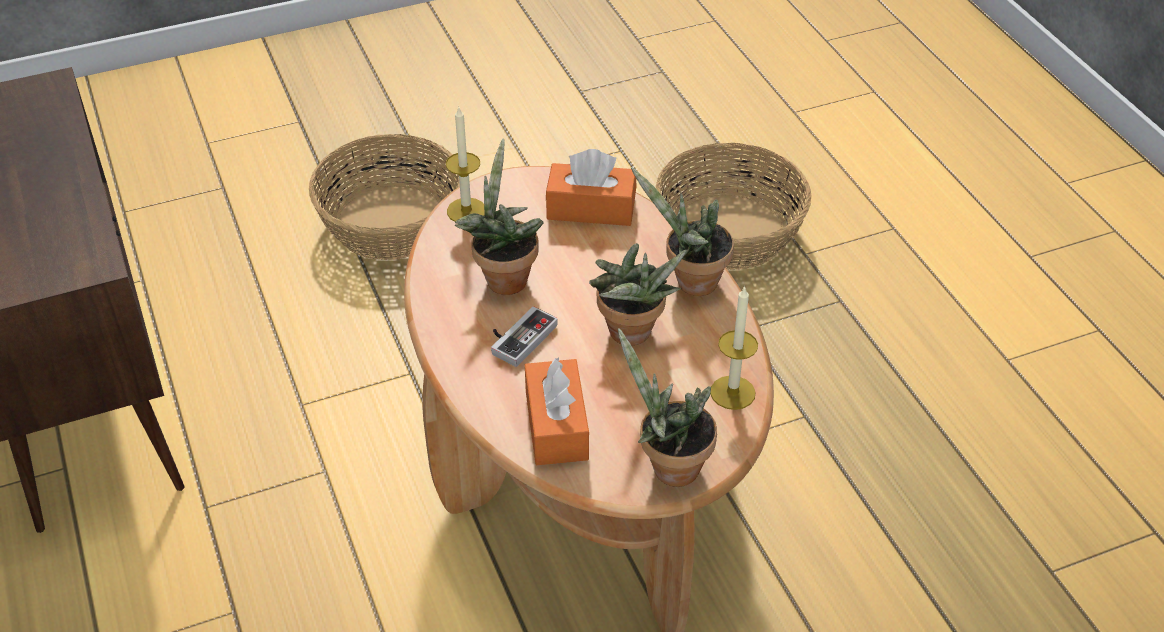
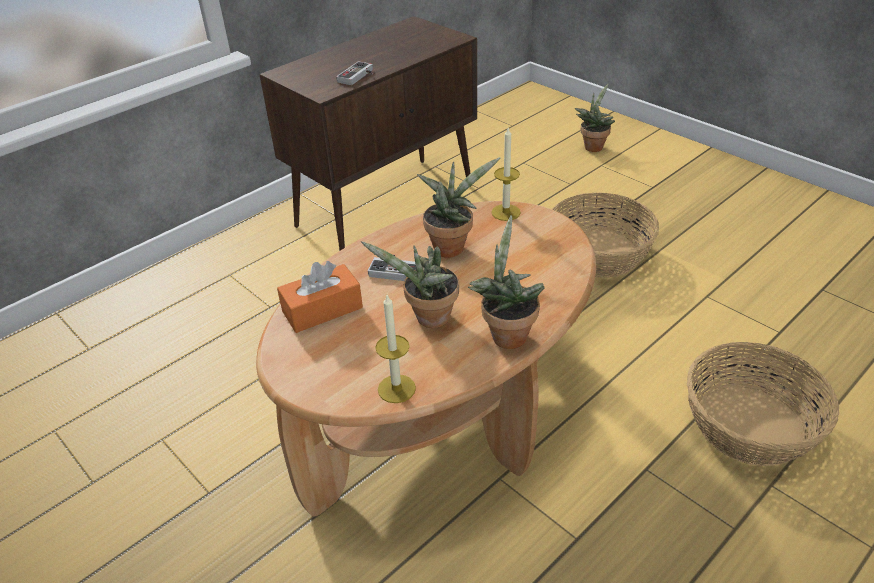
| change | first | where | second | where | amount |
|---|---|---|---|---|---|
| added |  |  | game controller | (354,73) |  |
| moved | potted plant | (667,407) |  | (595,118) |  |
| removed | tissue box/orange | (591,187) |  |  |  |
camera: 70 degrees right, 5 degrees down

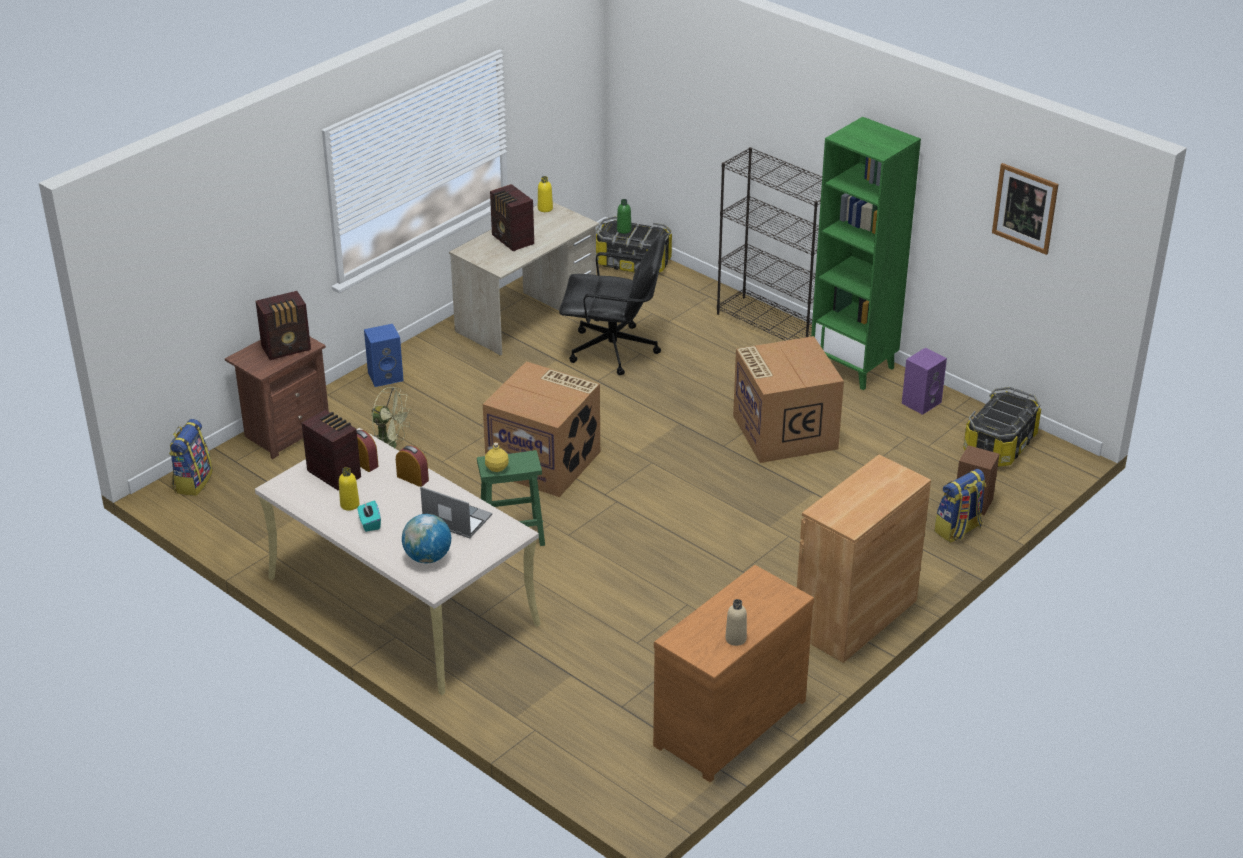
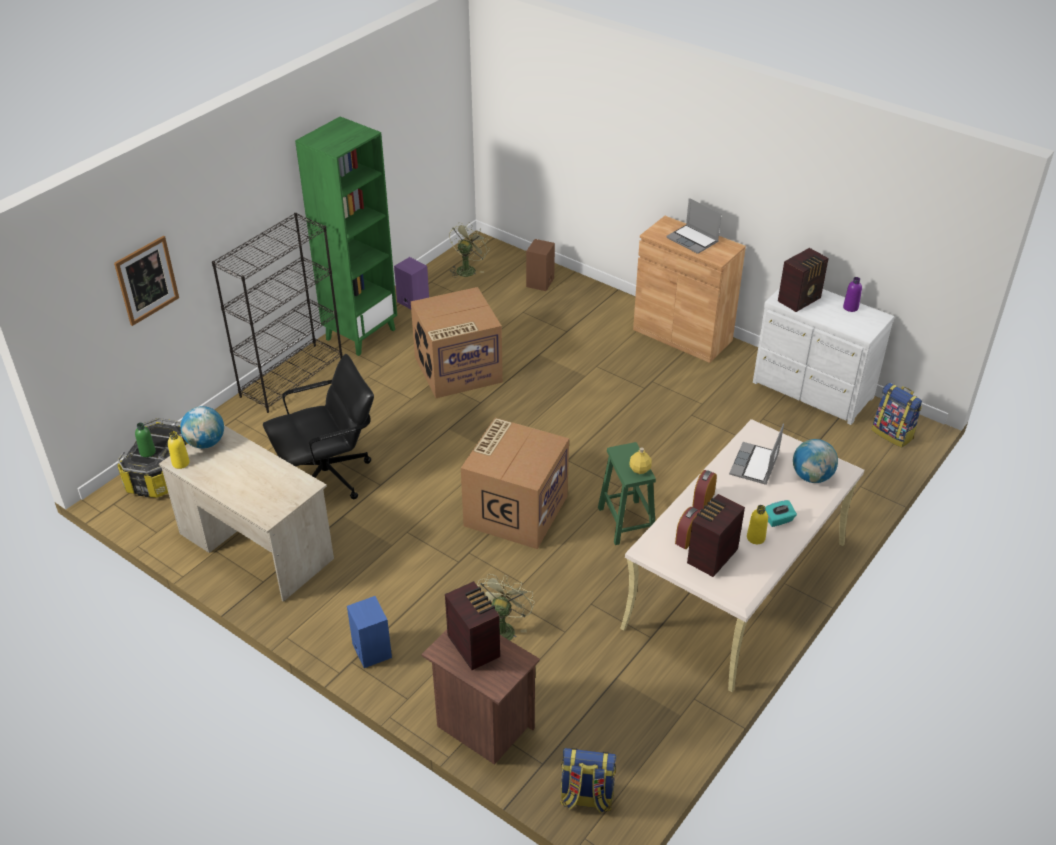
| change | first | where | second | where | amount |
|---|---|---|---|---|---|
| moved | picture | (1025,209) |  | (146,281) |  |
| added |  |  | globe | (202,427) |  |
| turned | office chair/black | (612,305) |  | (318,426) | 60 degrees clockwise |
| replaced | storage box | (1002,427) | fan/green | (469,250) |  |
| added |  |  | laptop | (694,226) |  |
| recoloured | dresser/brown | (733,674) | dresser/white | (823,356) |  |
| moved | radio | (512,217) |  | (803,280) |  |
| recoloured | bottle/beige | (736,622) | bottle/purple | (852,294) |  |
| moved | backpack | (960,506) |  | (897,415) |  |
camera: 95 degrees left, 5 degrees up

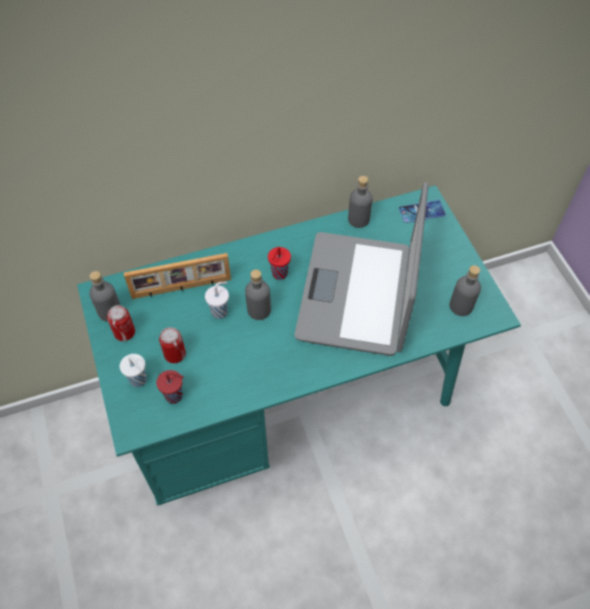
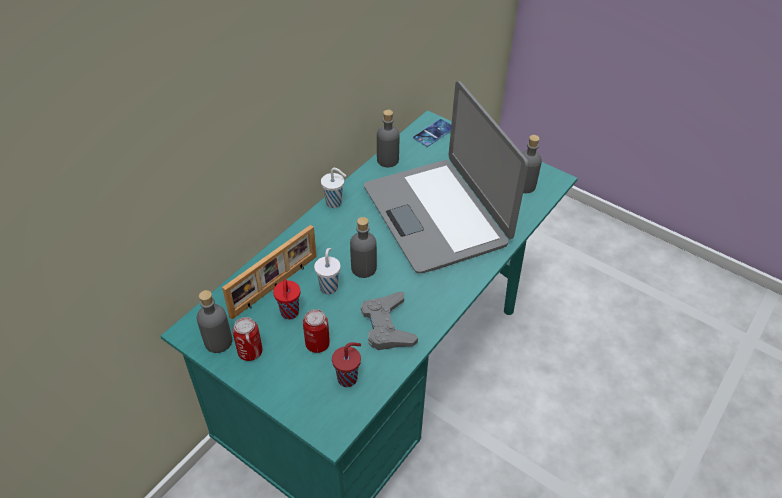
| change | first | where | second | where | amount |
|---|---|---|---|---|---|
| moved | cup/red | (279,263) |  | (286,299) |  |
| moved | cup/white | (133,370) |  | (333,188) |  |
| added |  |  | game controller/grey | (389,321) |  |
camera: 35 degrees left, 10 degrees down

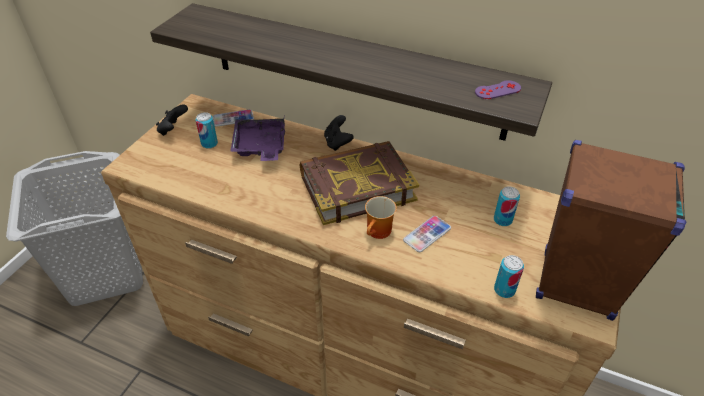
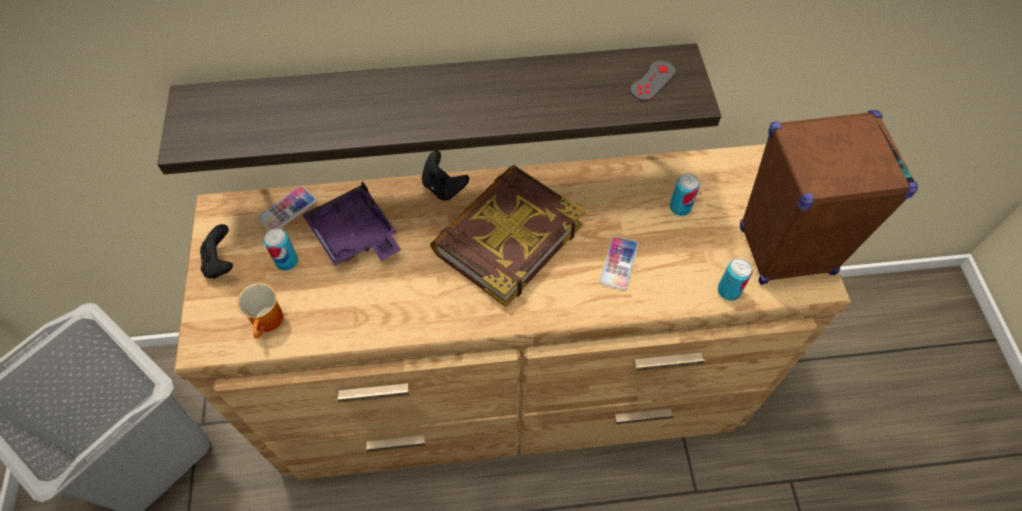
| change | first | where | second | where | amount |
|---|---|---|---|---|---|
| moved | mug | (381,217) |  | (260,310) |  |
| recoloured | game controller/purple | (498,89) | game controller/grey | (653,81) |  |
camera: 30 degrees left, 15 degrees up

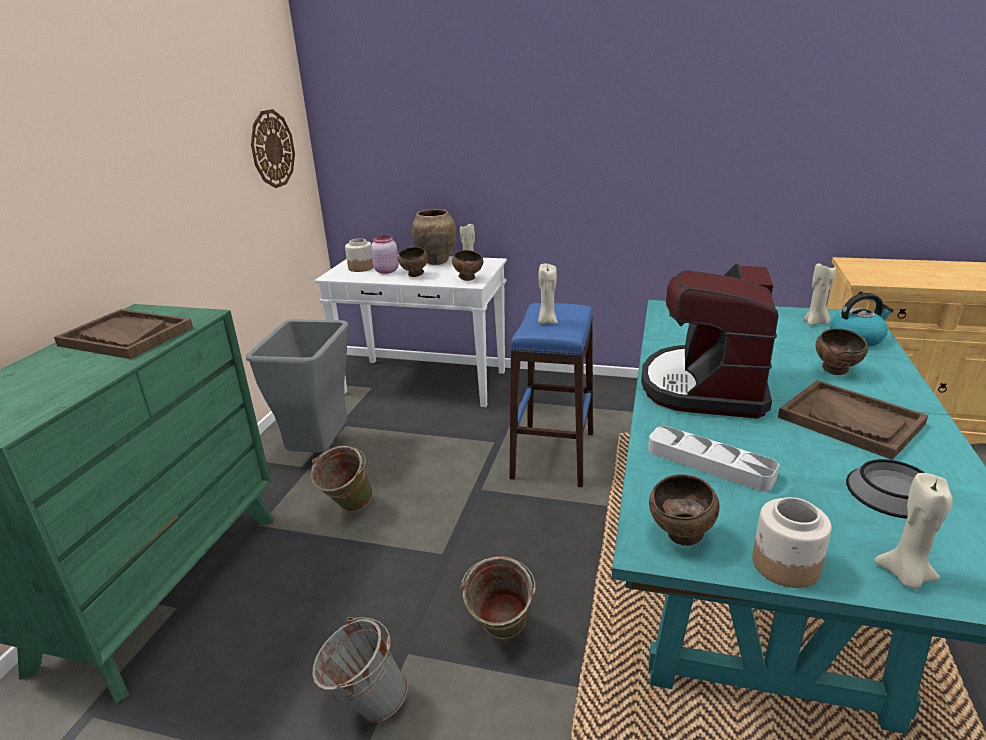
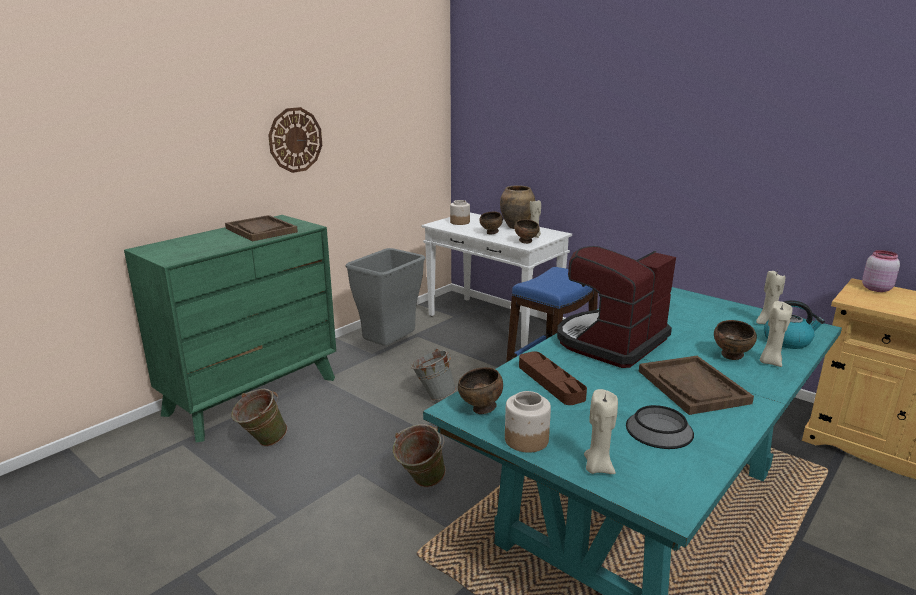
| change | first | where | second | where | amount |
|---|---|---|---|---|---|
| moved | bucket/green | (342,479) |  | (259,417) |  |
| moved | wall clock | (273,148) |  | (295,140) |  |
| moved | bucket/grey | (360,670) |  | (433,374) |  |
| recoloured | tray/grey | (713,459) | tray/brown | (553,378) |  |
| moved | candle/beige | (548,294) |  | (776,334) |  |
| moved | jar/pink | (385,254) |  | (881,271) |  |
camera: 25 degrees right, 5 degrees down

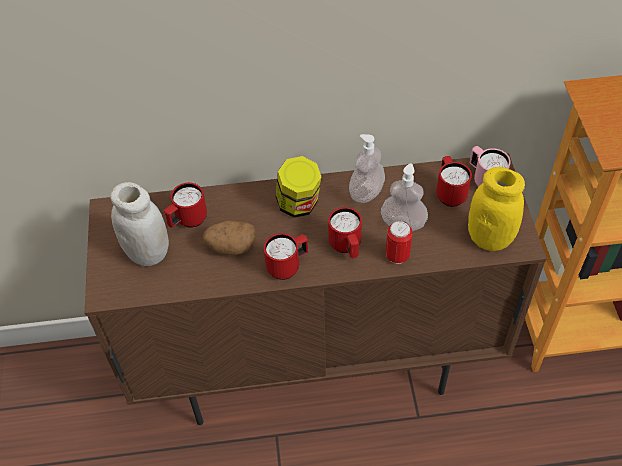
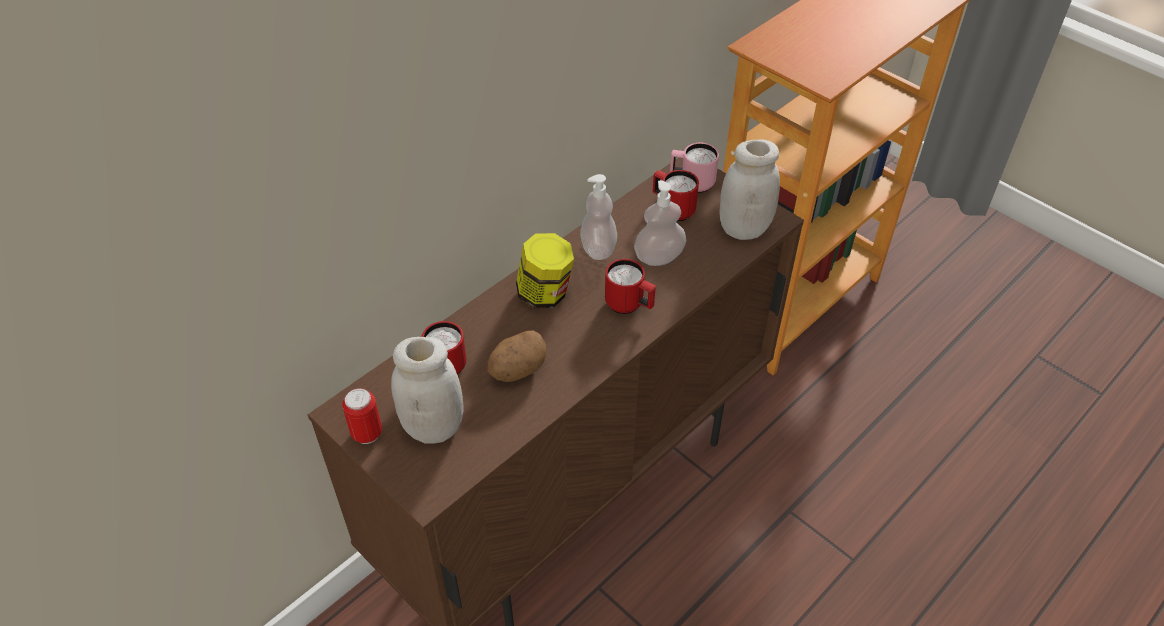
| change | first | where | second | where | amount |
|---|---|---|---|---|---|
| moved | can | (399,242) |  | (362,416) |  |
| recoloured | jar/yellow | (496,209) | jar/white | (749,189) |  |
| removed | mug/red | (286,256) |  |  |  |
camera: 40 degrees left, 5 degrees down

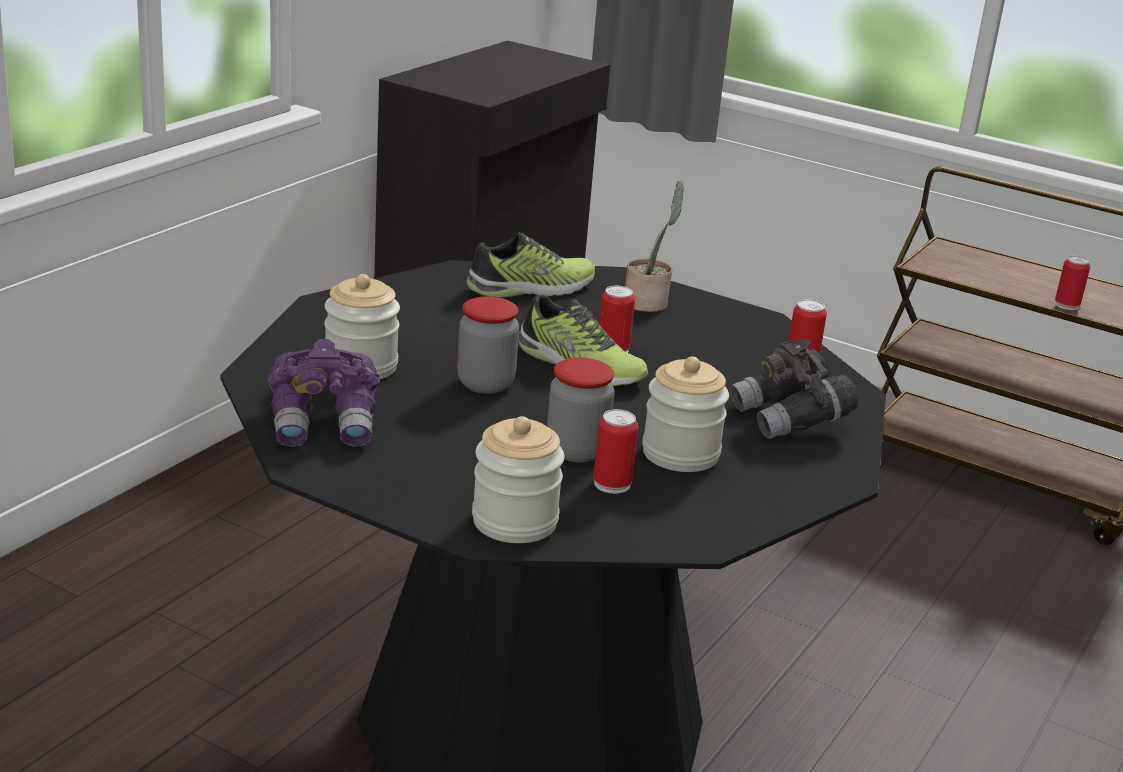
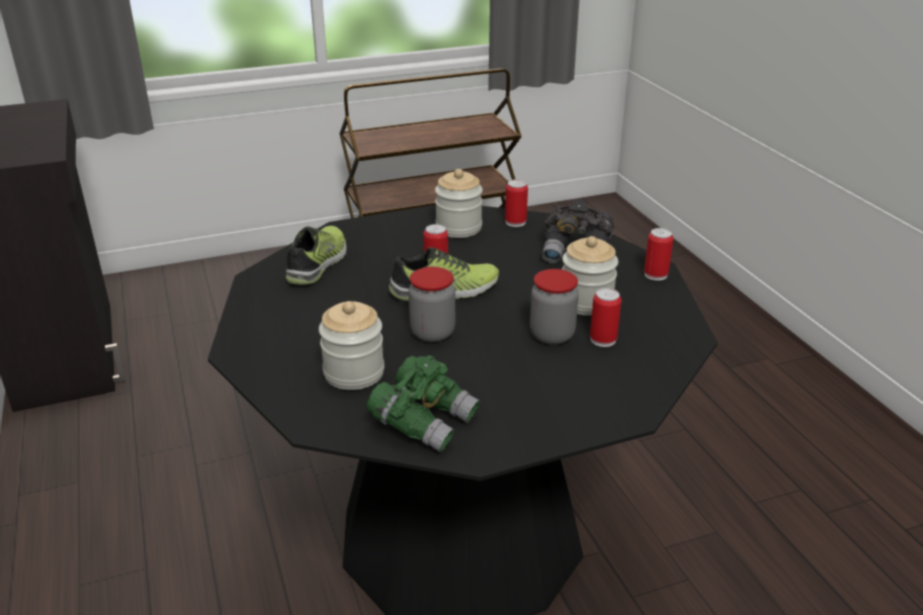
| change | first | where | second | where | amount |
|---|---|---|---|---|---|
| recoloured | binoculars/purple | (323,393) | binoculars/green | (423,403) |  |
| moved | jar | (518,479) |  | (459,203) |  |
| moved | can | (1072,283) |  | (658,254) |  |
| removed | potted plant | (654,246) |  |  |  |
camera: 50 degrees left, 5 degrees up

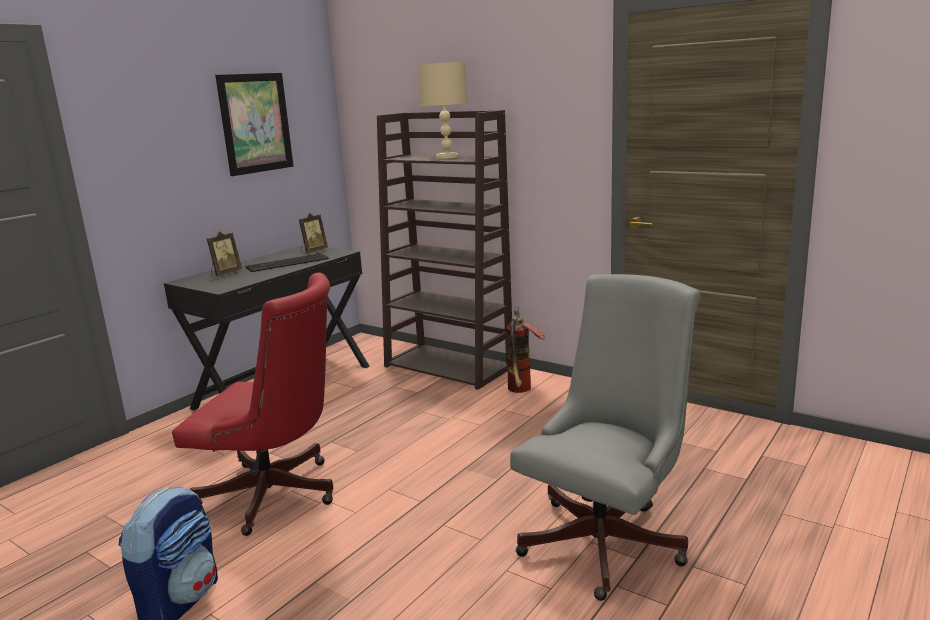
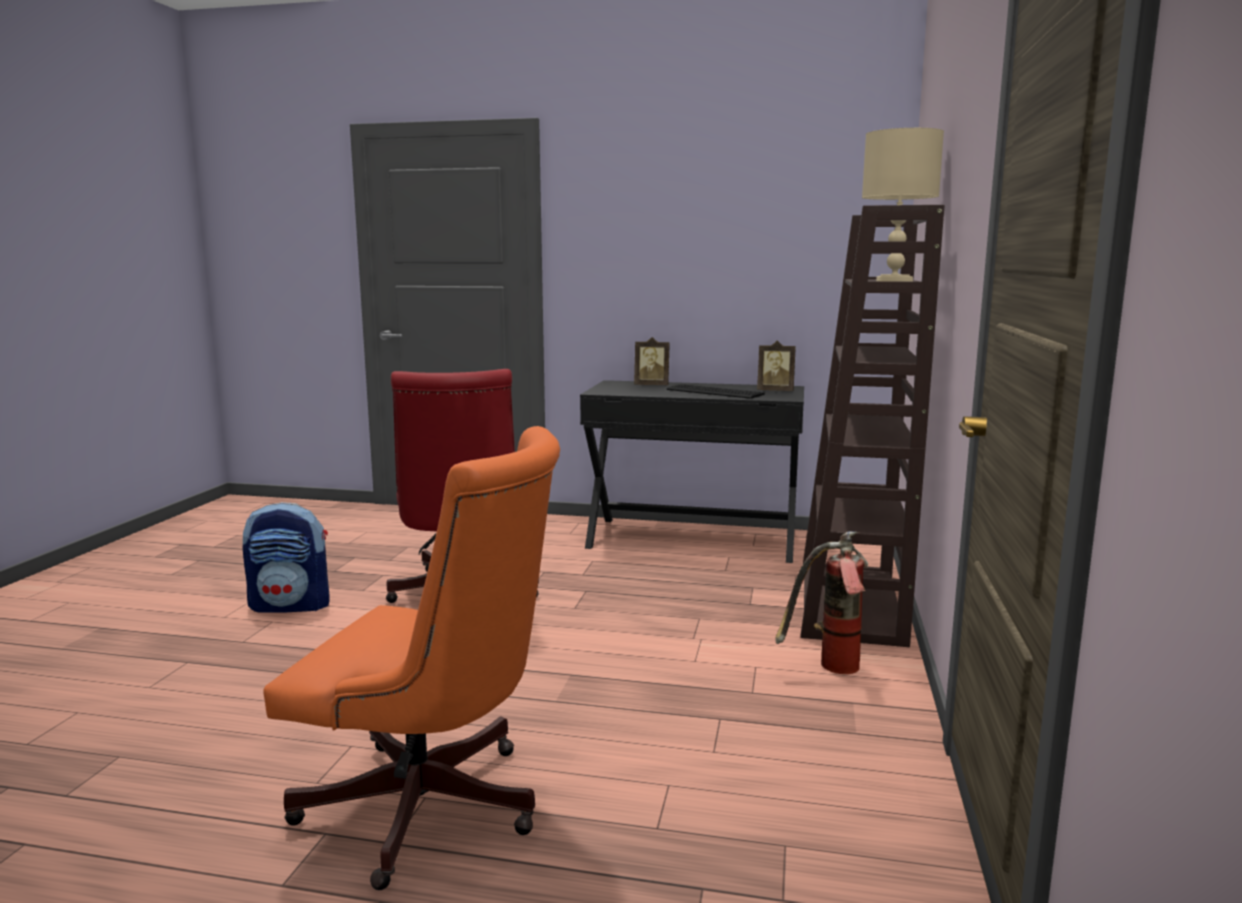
| change | first | where | second | where | amount |
|---|---|---|---|---|---|
| recoloured | office chair/grey | (605,437) | office chair/orange | (411,658) |  |
| removed | picture | (254,124) |  |  |  |
camera: 65 degrees right, 5 degrees down

